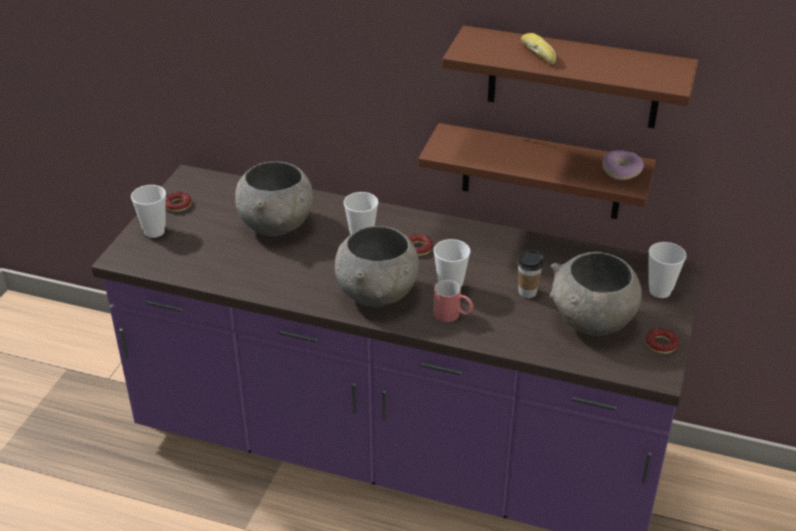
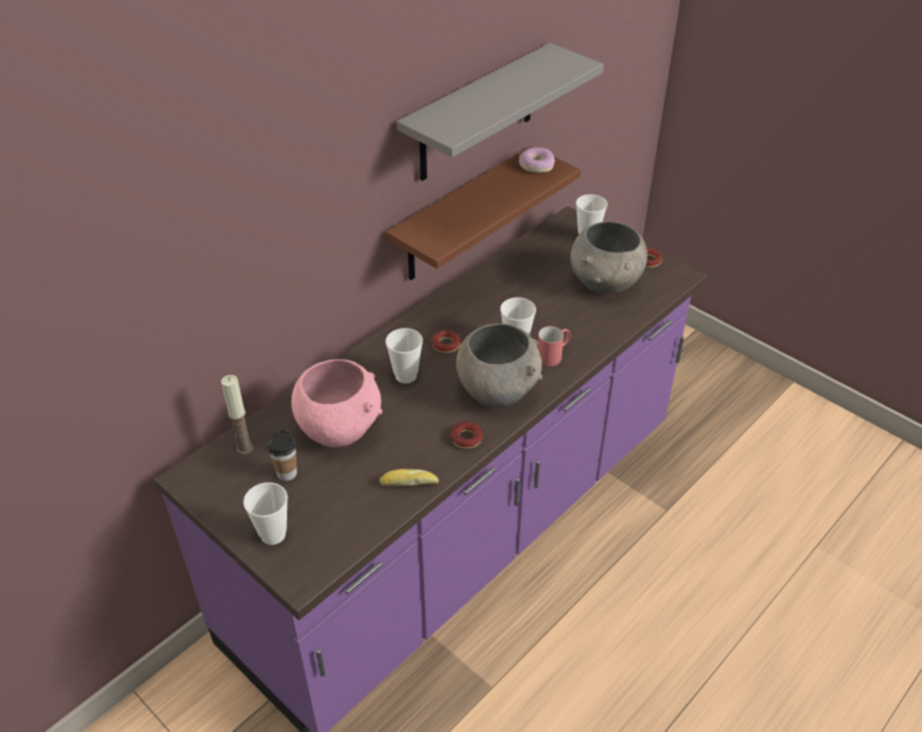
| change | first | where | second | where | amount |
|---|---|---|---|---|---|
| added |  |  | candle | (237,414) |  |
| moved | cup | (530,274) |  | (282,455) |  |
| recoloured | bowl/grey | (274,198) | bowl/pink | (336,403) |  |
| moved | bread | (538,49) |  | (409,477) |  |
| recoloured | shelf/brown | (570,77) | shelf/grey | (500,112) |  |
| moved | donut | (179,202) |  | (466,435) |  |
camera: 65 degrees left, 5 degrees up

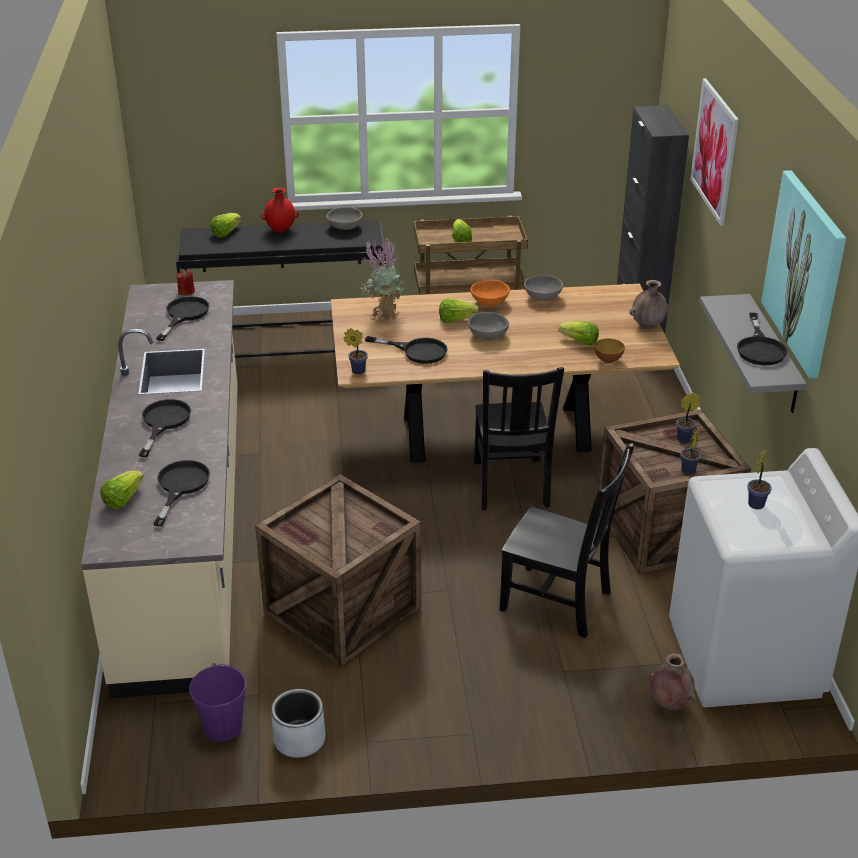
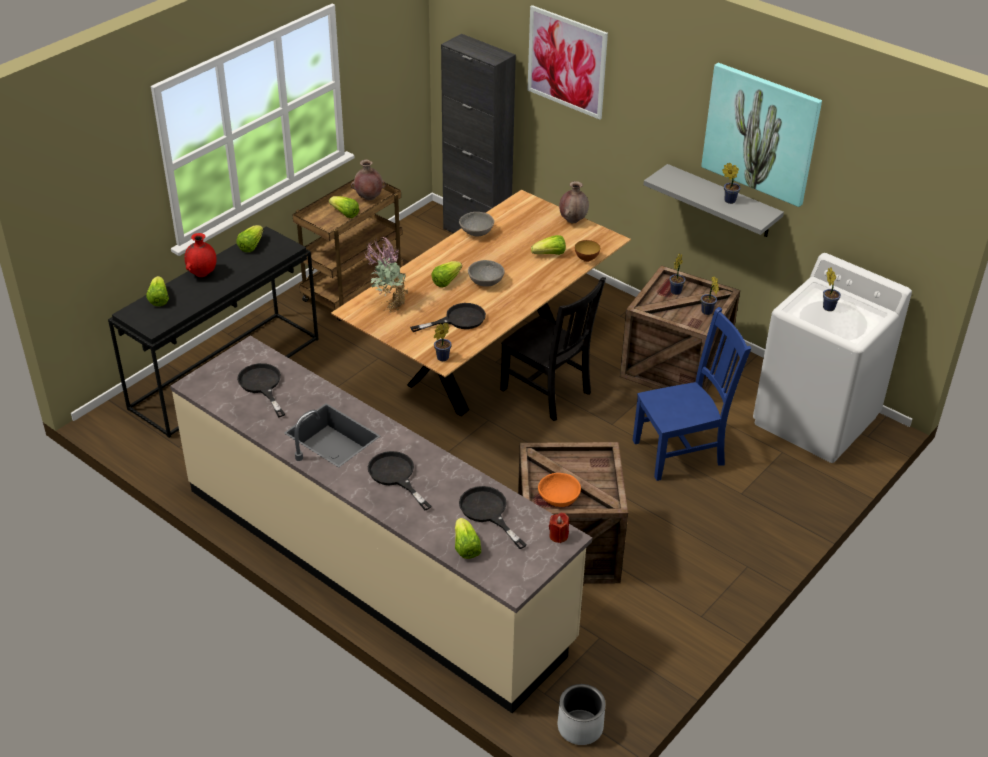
| change | first | where | second | where | amount |
|---|---|---|---|---|---|
| replaced | bowl/grey | (344,218) | lettuce | (249,238) |  |
| moved | vase/brown | (672,681) |  | (368,179) |  |
| moved | bowl/orange | (490,293) |  | (559,490) |  |
| moved | candle/red | (186,282) |  | (559,527) |  |
| moved | planter/grey | (298,723) |  | (582,714) |  |
| recoloured | chair/black | (567,540) | chair/blue | (692,394) |  |
| replaced | frying pan/black | (762,339) | potted plant | (731,183) |  |
| removed | bucket/purple | (218,702) |  |  |  |
camera: 45 degrees left, 5 degrees up

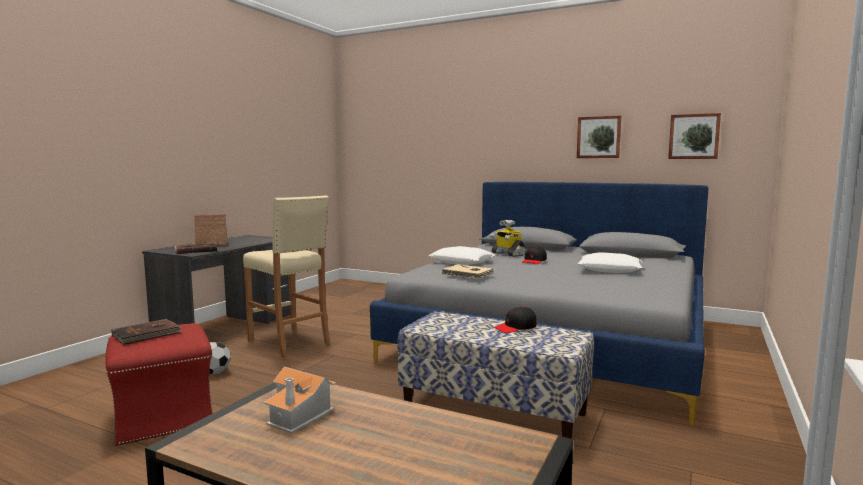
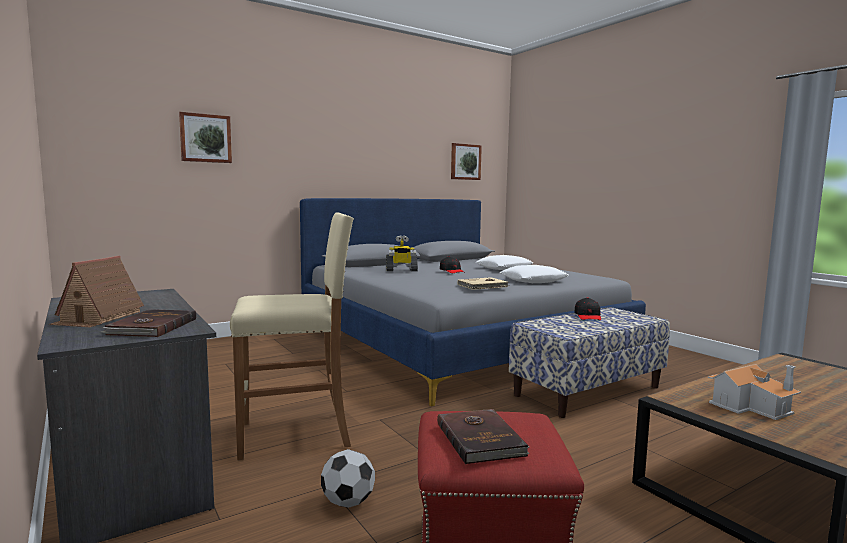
| change | first | where | second | where | amount |
|---|---|---|---|---|---|
| moved | picture | (599,136) |  | (205,137) |  |
| moved | pillow/white | (462,255) |  | (534,274) |  |
camera: 60 degrees left, 0 degrees up

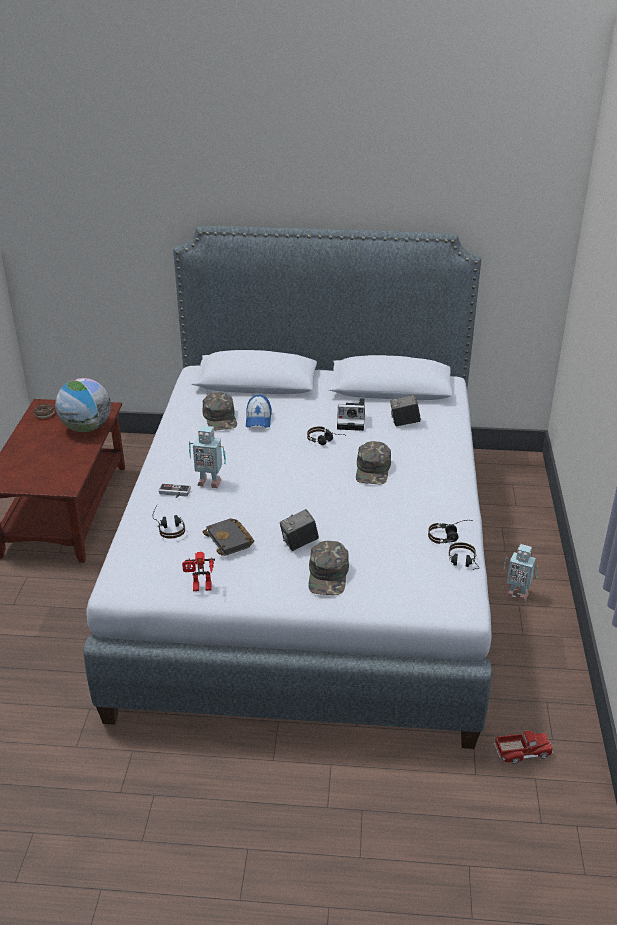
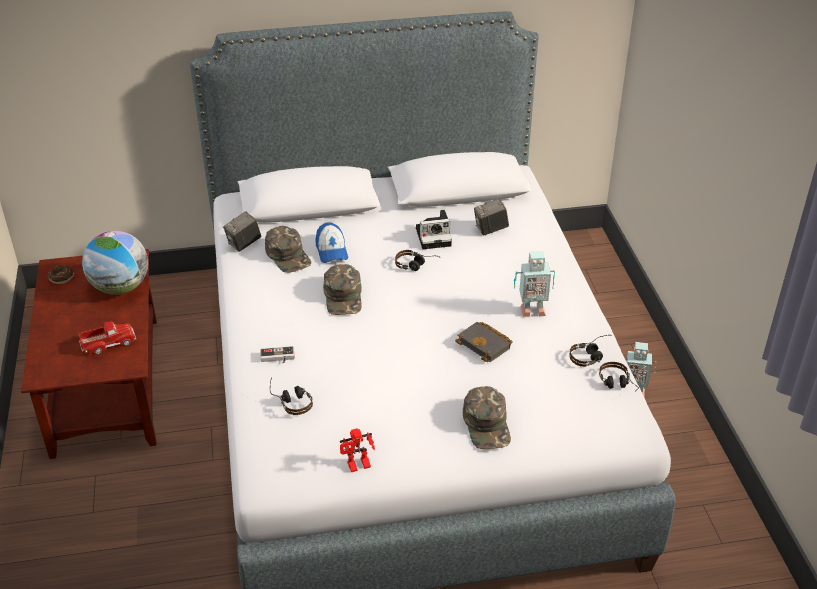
| change | first | where | second | where | amount |
|---|---|---|---|---|---|
| moved | toy truck | (523,747) |  | (107,338) |  |
| moved | photo camera | (299,530) |  | (242,231) |  |
| moved | cap/green | (373,462) |  | (342,289) |  |
| moved | book/black | (228,537) |  | (484,342) |  |
| moved | toy robot | (207,457) |  | (534,284) |  |
camera: 15 degrees left, 5 degrees up

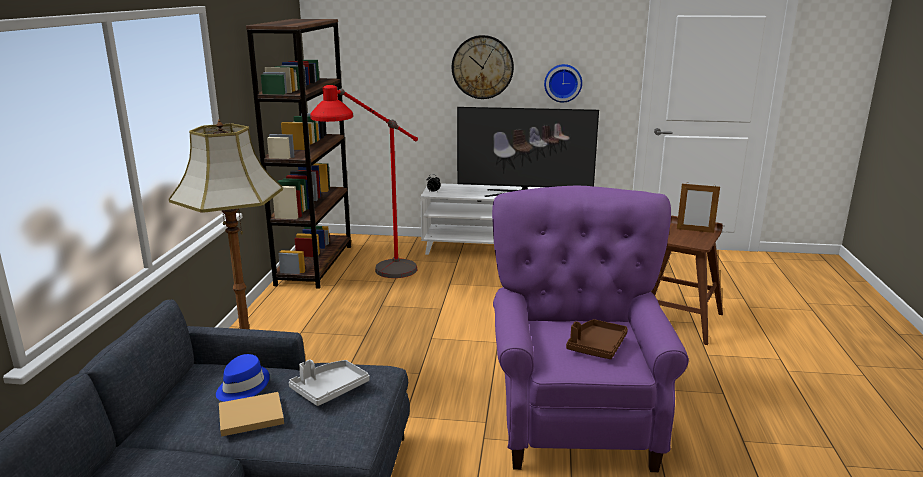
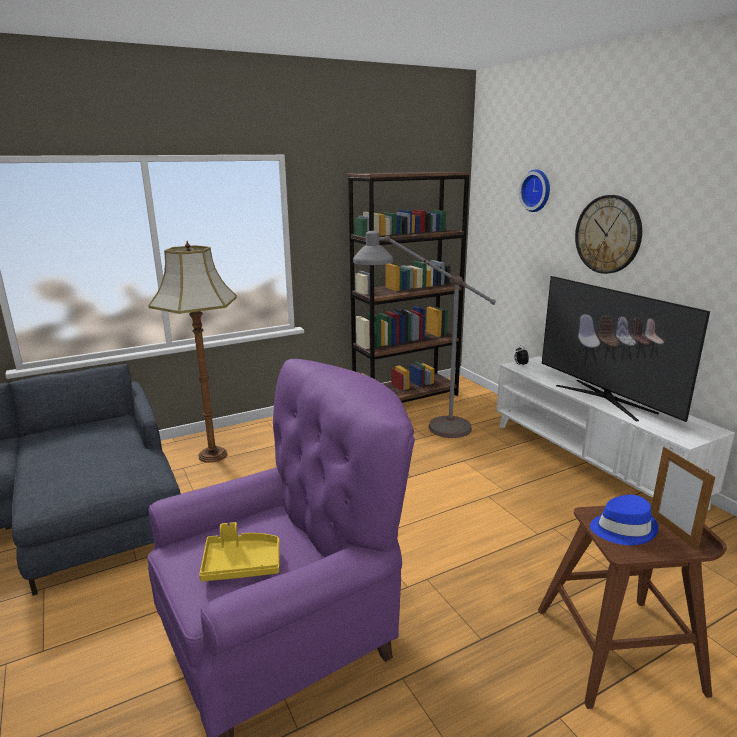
| change | first | where | second | where | amount |
|---|---|---|---|---|---|
| recoloured | tray/brown | (597,339) | tray/yellow | (239,551) |  |
| recoloured | floor lamp/red | (364,181) | floor lamp/grey | (424,334) |  |
| moved | wall clock | (563,83) |  | (534,190) |  |
| moved | hat/blue | (243,378) |  | (624,520) |  |
| removed | book/beige | (251,414) |  |  |  |
| removed | tray/grey | (329,383) |  |  |  |
camera: 55 degrees right, 0 degrees up

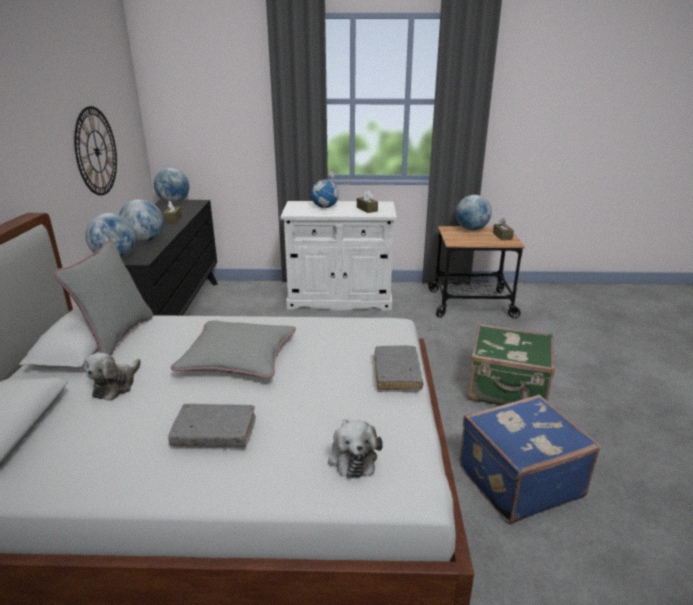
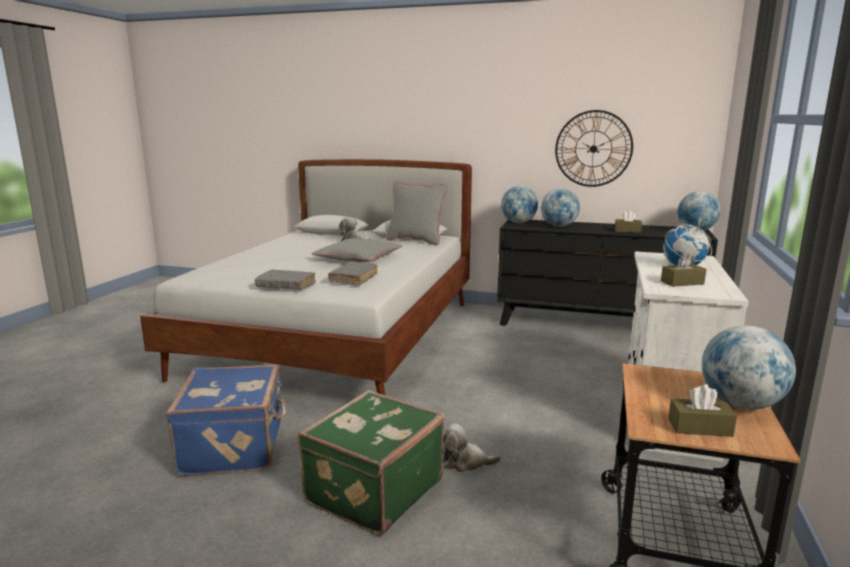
| change | first | where | second | where | amount |
|---|---|---|---|---|---|
| moved | book/grey | (212,425) |  | (352,274) |  |
| moved | plush toy | (355,449) |  | (472,447) |  |
camera: 105 degrees right, 10 degrees down

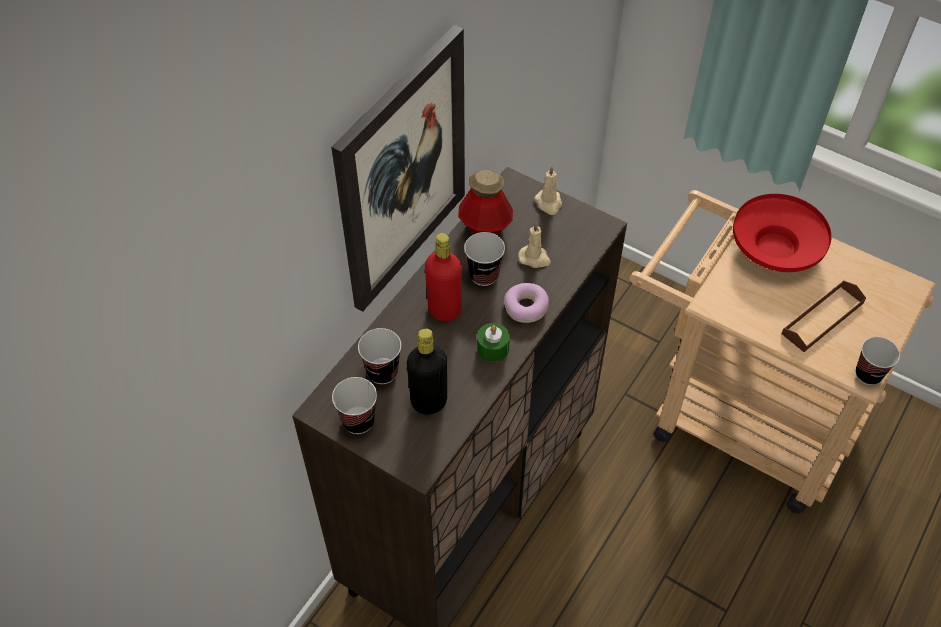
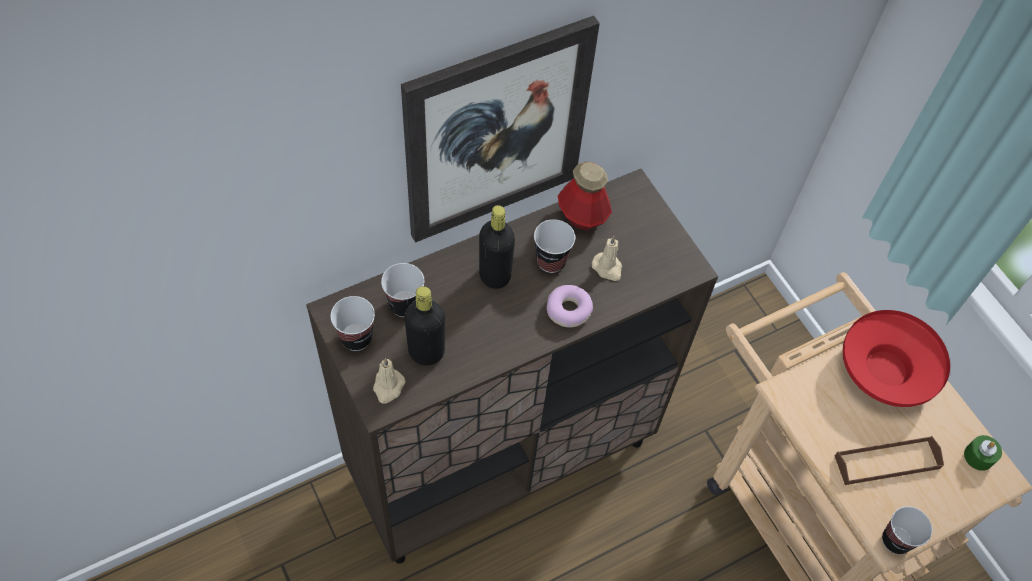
| change | first | where | second | where | amount |
|---|---|---|---|---|---|
| moved | candle/beige | (548,190) |  | (389,381) |  |
| recoloured | bottle/red | (443,277) | bottle/black | (497,247) |  |
| moved | candle/green | (493,342) |  | (983,453) |  |
camera: 25 degrees right, 5 degrees up

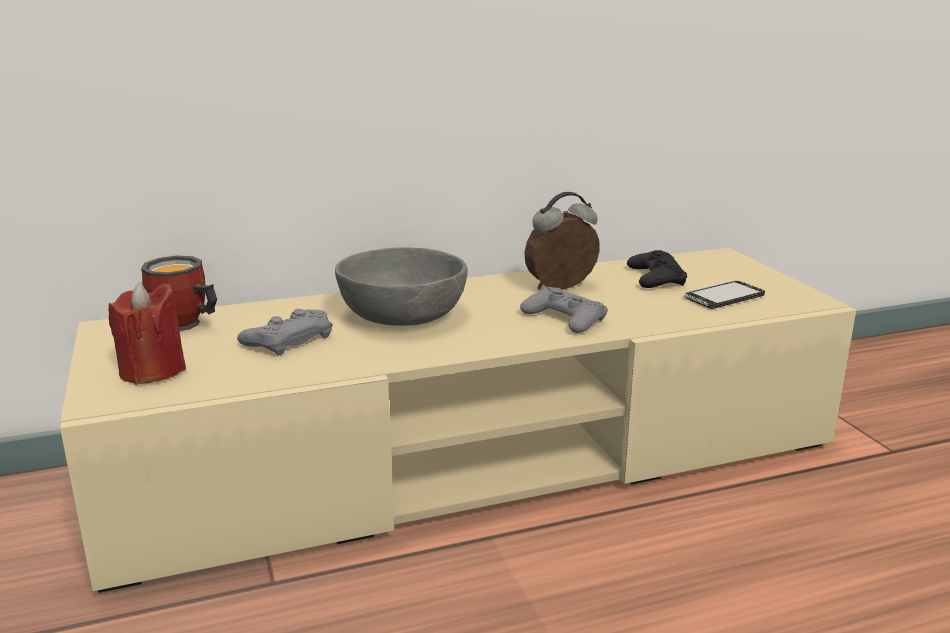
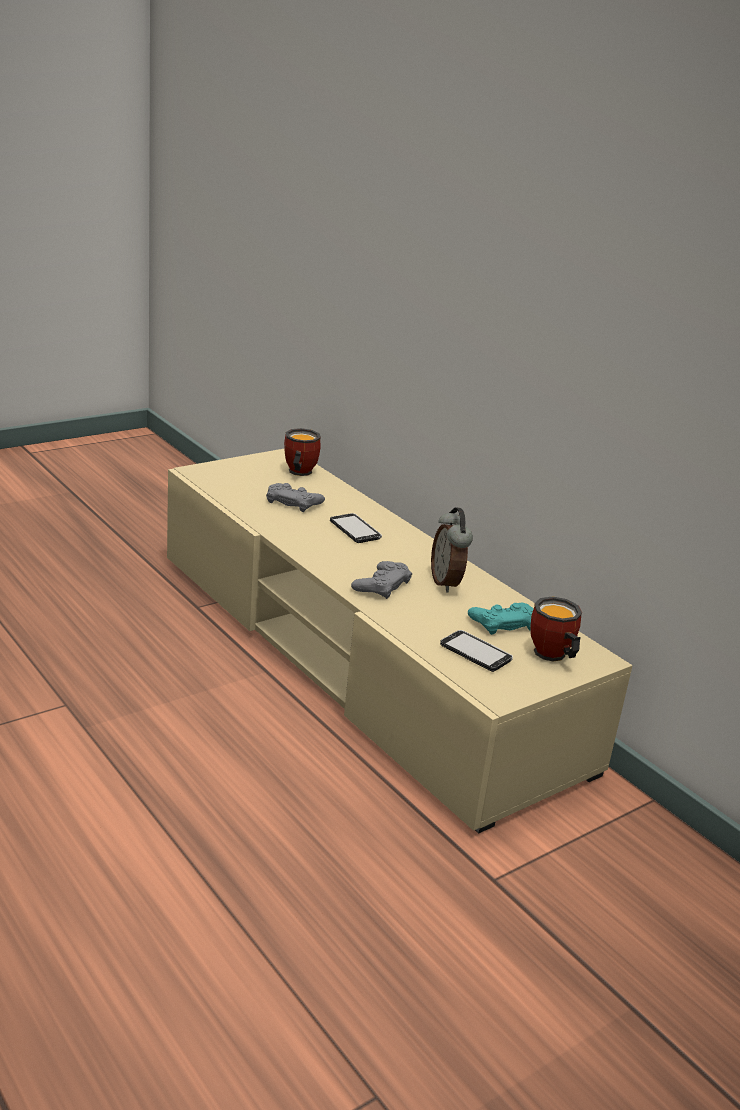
| change | first | where | second | where | amount |
|---|---|---|---|---|---|
| replaced | bowl/grey | (401,287) | phone | (356,528) |  |
| turned | alarm clock | (562,241) |  | (452,549) | 150 degrees counterclockwise |
| recoloured | game controller/black | (657,269) | game controller/turquoise | (501,619) |  |
| added |  |  | mug | (556,629) |  |
| removed | candle/red | (147,333) |  |  |  |
camera: 70 degrees right, 5 degrees up

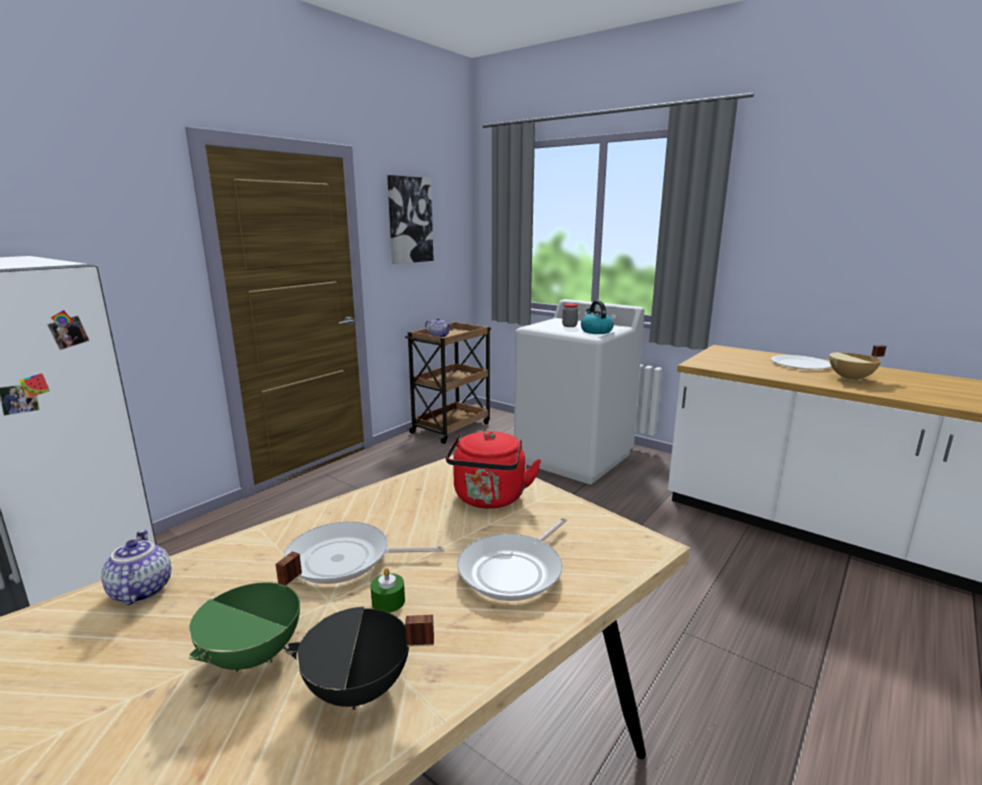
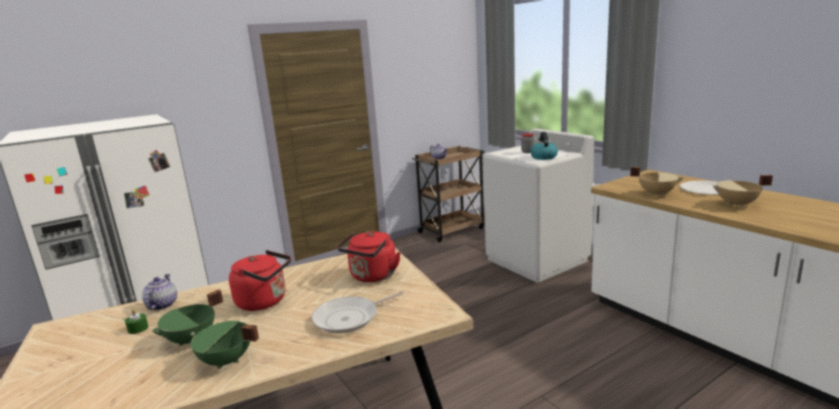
| change | first | where | second | where | amount |
|---|---|---|---|---|---|
| moved | candle/green | (388,590) |  | (136,321) |  |
| recoloured | cooking pot/black | (358,658) | cooking pot/green | (224,345) |  |
| replaced | frying pan | (364,553) | kettle/red | (260,280) |  |
| added |  |  | cooking pot/beige | (656,182) |  |
| removed | picture | (410,219) |  |  |  |
camera: 20 degrees right, 0 degrees up

